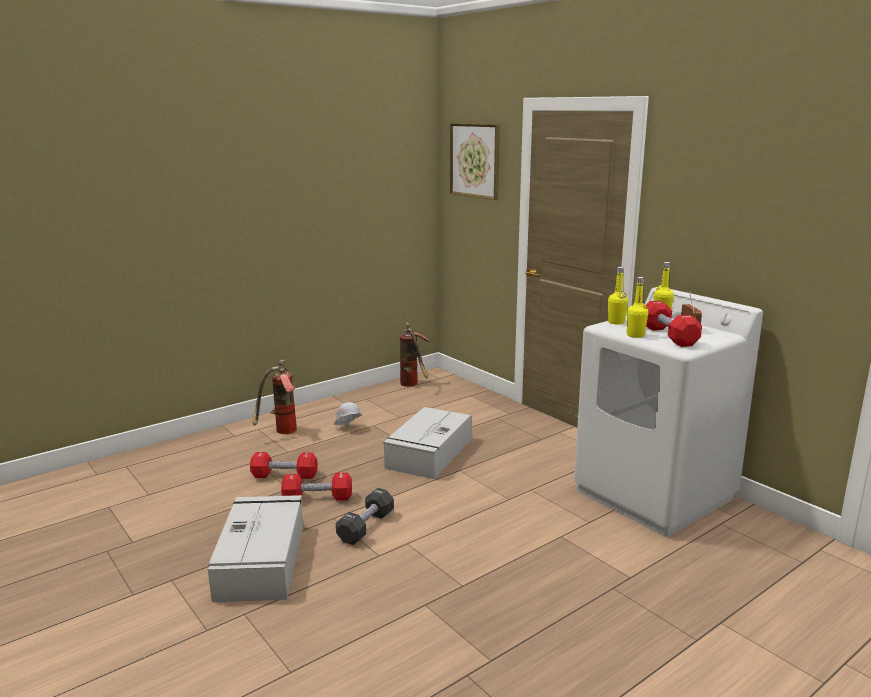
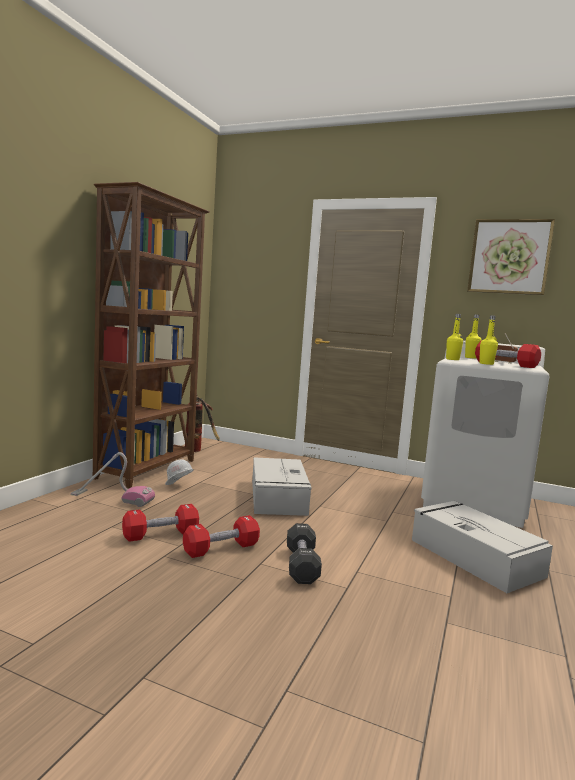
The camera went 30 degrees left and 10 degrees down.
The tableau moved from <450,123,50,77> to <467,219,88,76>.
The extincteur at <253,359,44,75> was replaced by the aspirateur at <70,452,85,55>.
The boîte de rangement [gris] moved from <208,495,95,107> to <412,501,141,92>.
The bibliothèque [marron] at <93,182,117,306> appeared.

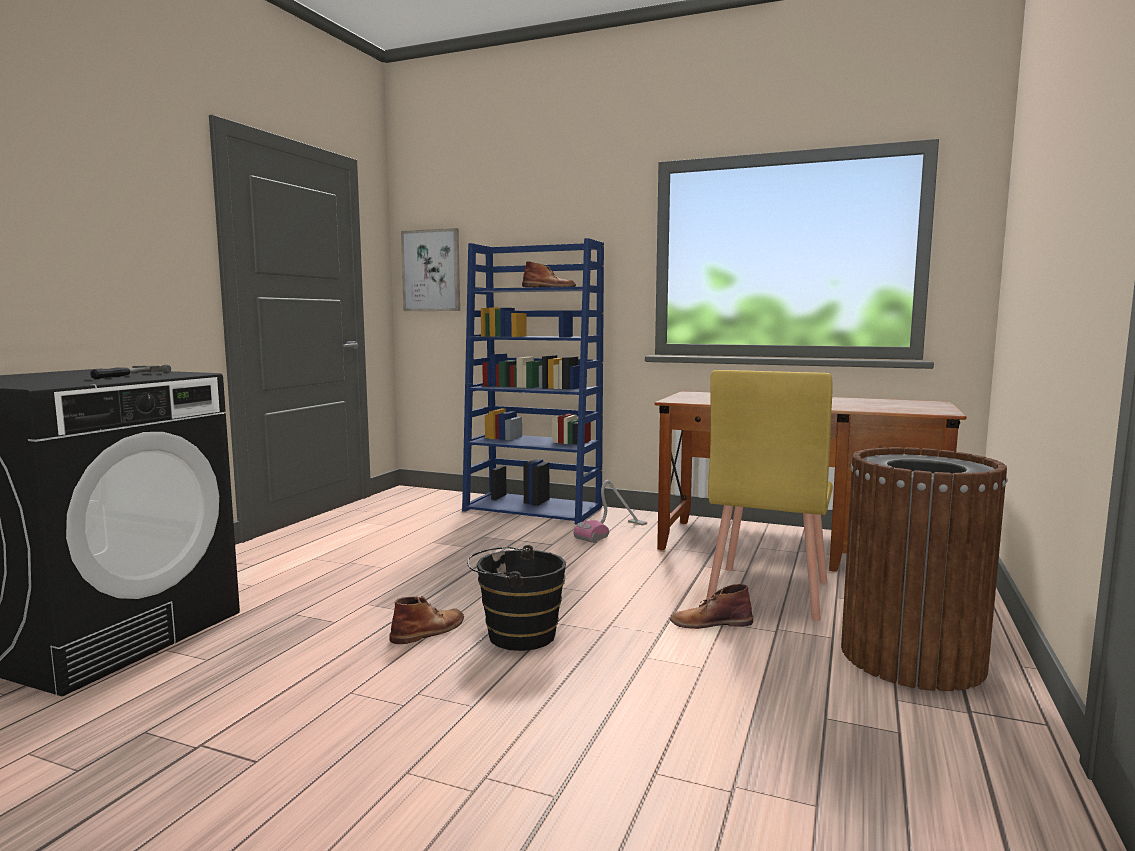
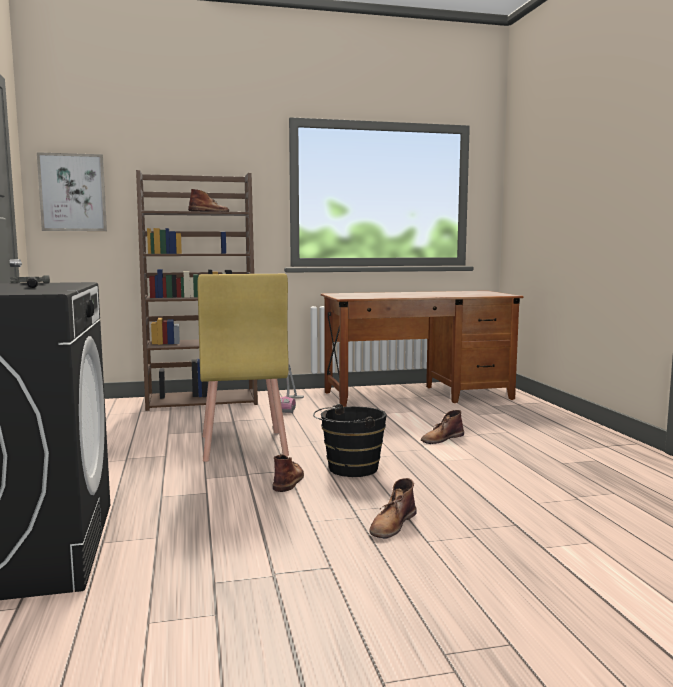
The camera went 35 degrees left and 0 degrees up.
The bibliothèque [bleu] at <462,238,142,287> became the bibliothèque [marron] at <136,170,122,241>.
The chaise [jaune] moved from <706,370,127,251> to <197,274,92,188>.
The poubelle [marron] at <841,447,167,244> disappeared.
The botte [marron] at <369,478,47,61> appeared.

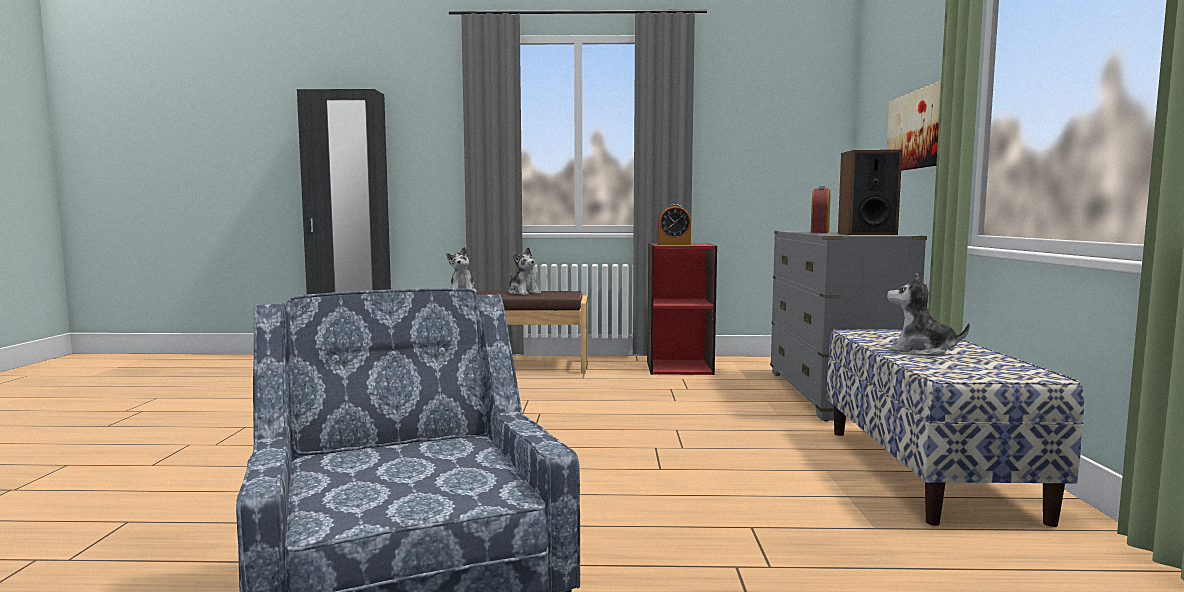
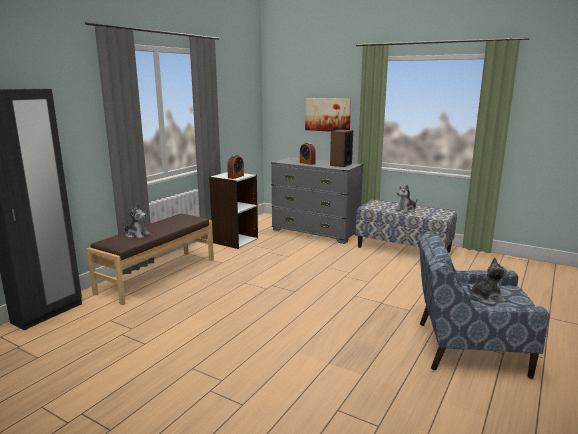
The camera went 60 degrees left and 10 degrees up.
The bibliothèque [rouge] at <647,243,70,132> became the bibliothèque [blanc] at <209,172,49,77>.
The peluche moved from <509,247,32,48> to <467,257,43,48>.

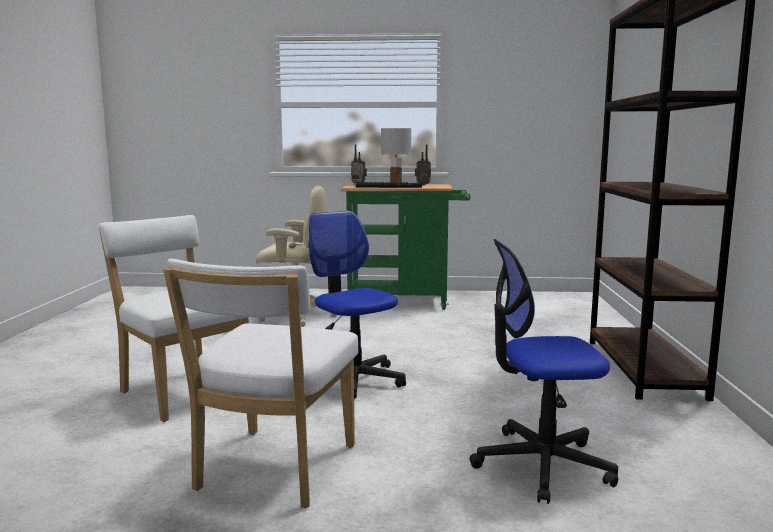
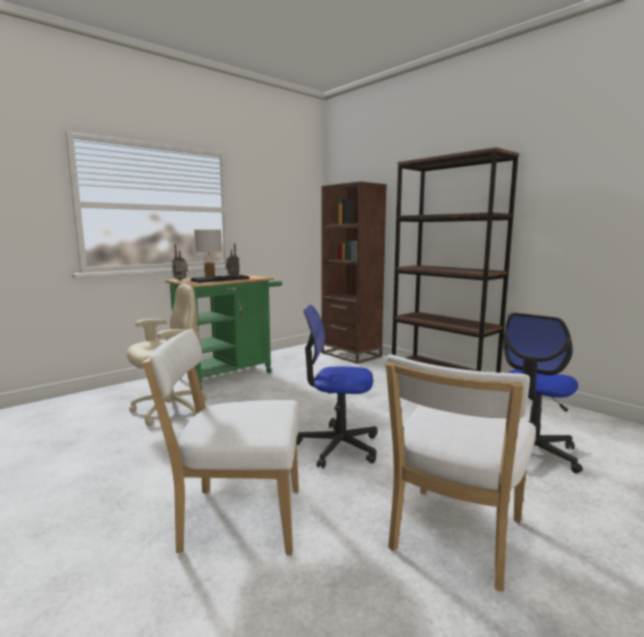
The camera went 45 degrees left and 0 degrees up.
The chaise [blanc] at <163,259,195,249> turned 60 degrees clockwise.
The bibliothèque [marron] at <321,181,66,183> appeared.

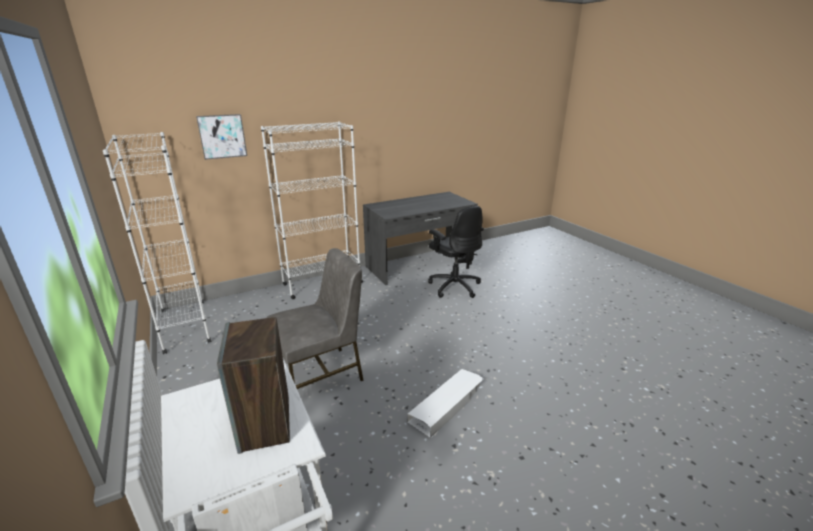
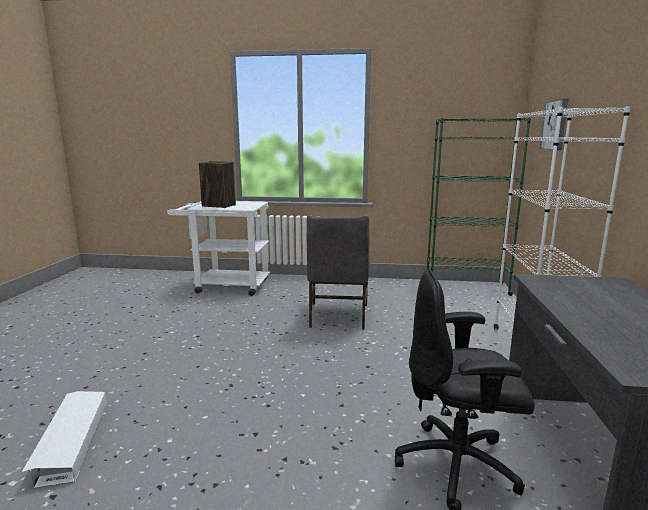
The camera went 125 degrees right and 10 degrees down.
The bibliothèque [blanc] at <103,132,109,222> became the bibliothèque [vert] at <427,118,104,178>.
The boîte de rangement [blanc] moved from <408,369,76,69> to <22,391,85,97>.

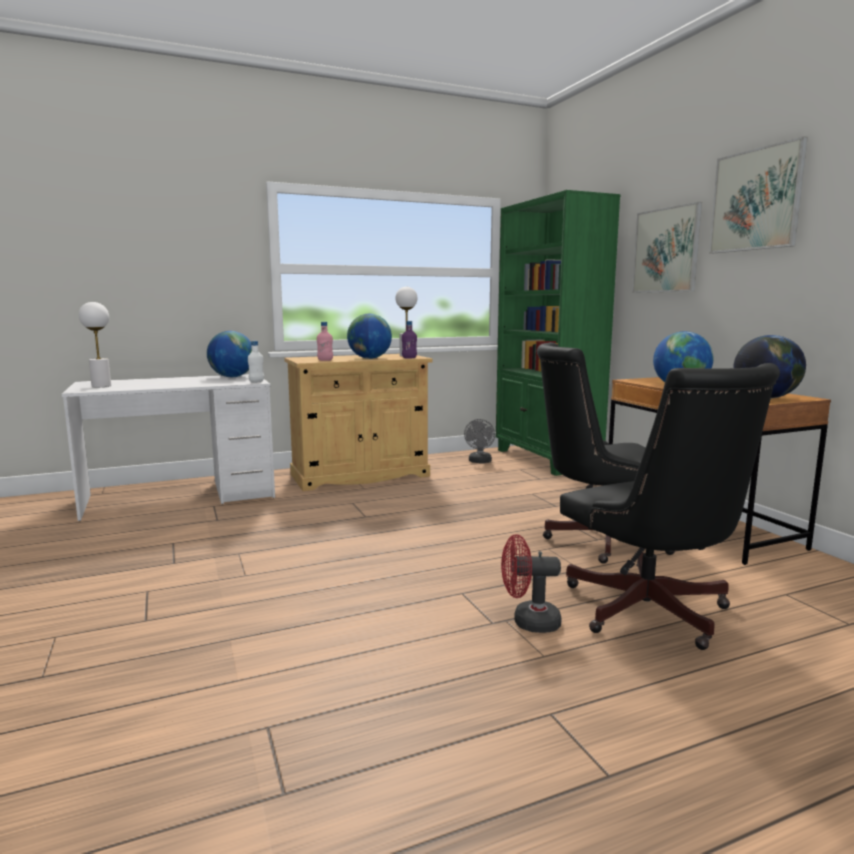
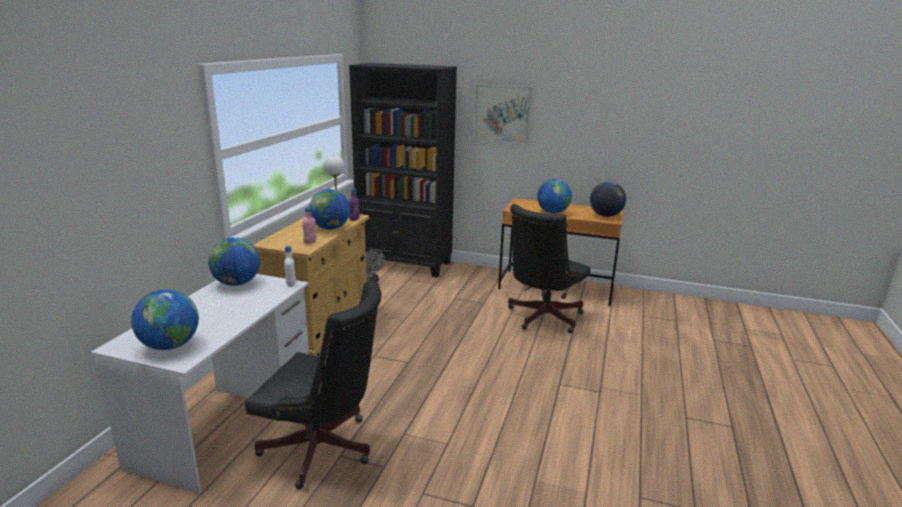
The camera went 50 degrees left and 10 degrees up.
The tableau at <709,136,99,118> disappeared.
The bibliothèque [vert] at <496,190,125,286> became the bibliothèque [noir] at <349,63,108,214>.
The lampe de table [blanc] at <79,302,32,85> was replaced by the globe at <131,289,68,61>.
The chaise de bureau [noir] moved from <560,363,220,287> to <245,280,137,209>.
The ventilateur [rouge] at <501,534,61,99> disappeared.

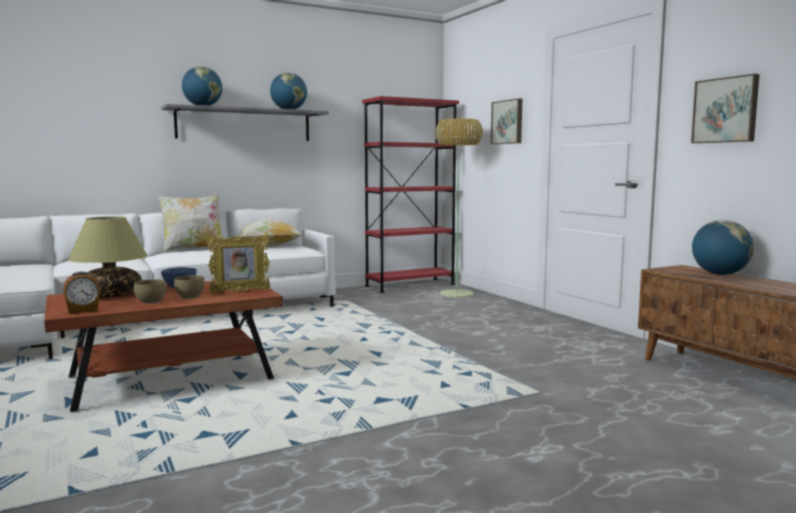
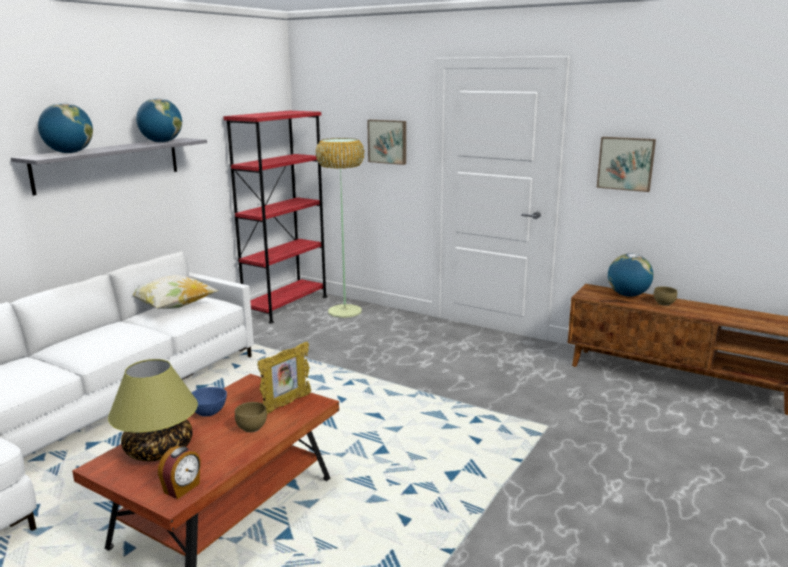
The camera went 30 degrees left and 10 degrees up.
The coussin at <158,194,64,58> disappeared.
The bol [marron] moved from <134,279,32,25> to <654,286,23,20>.

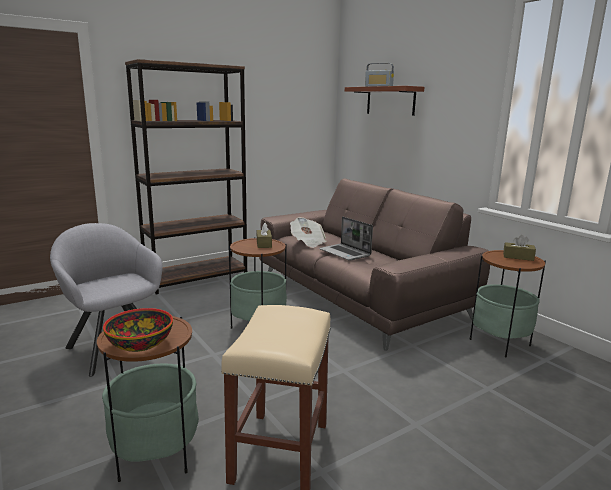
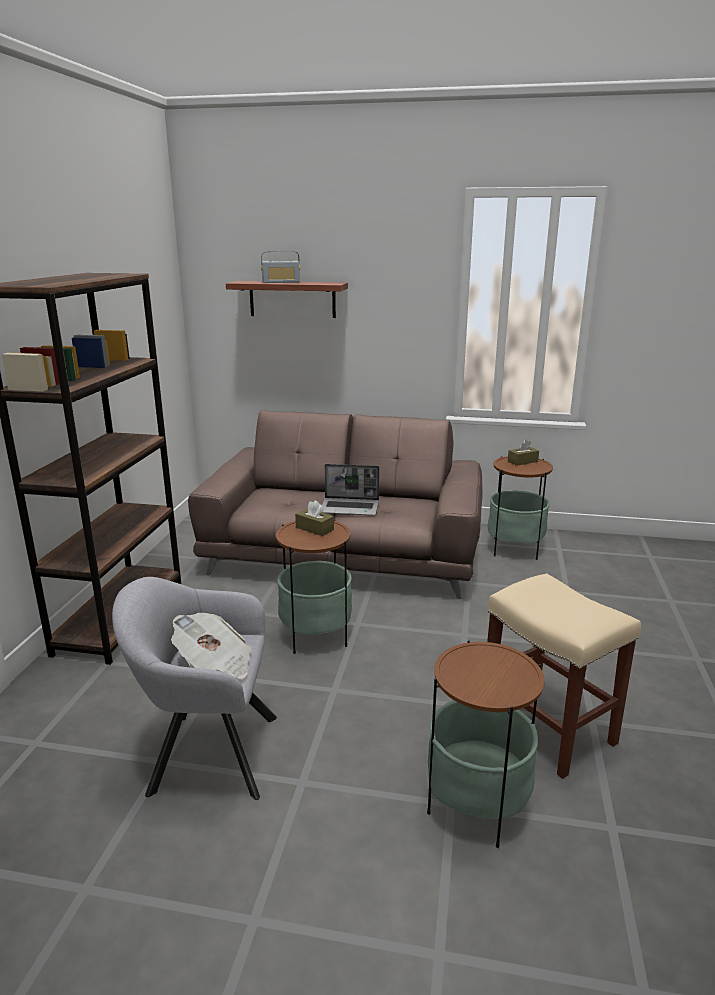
The camera went 45 degrees left and 5 degrees up.
The journal moved from <290,217,36,31> to <171,613,81,66>.
The bol at <103,308,70,44> disappeared.

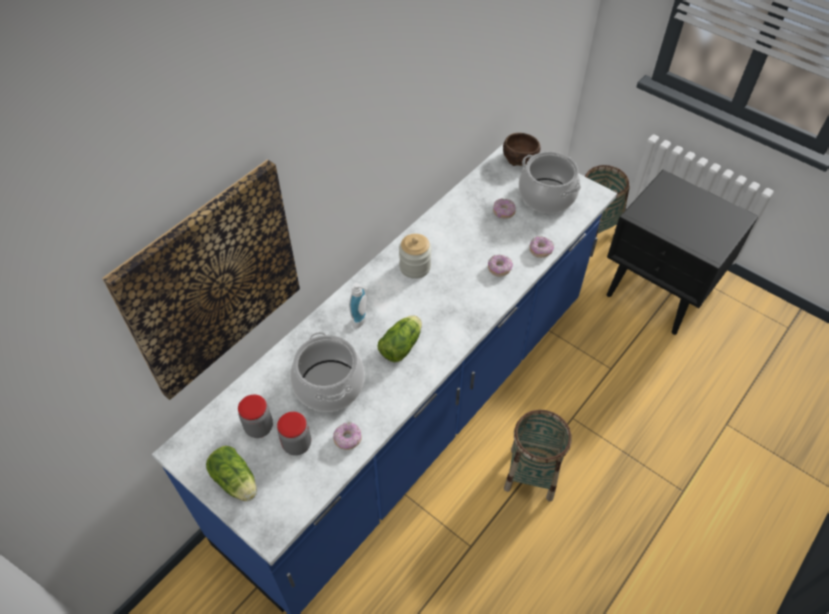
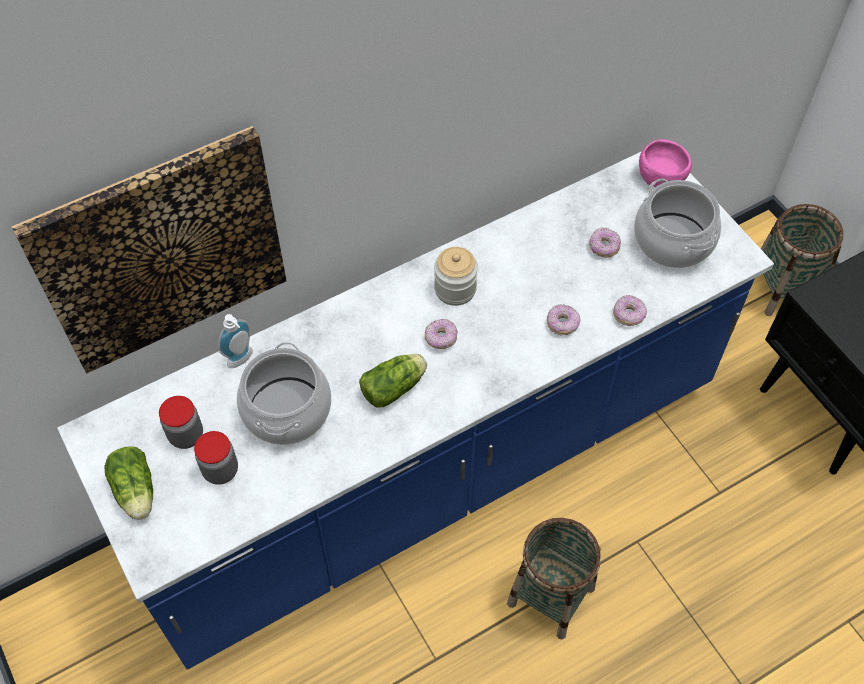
The camera went 20 degrees right and 5 degrees up.
The bol [marron] at <503,133,38,33> became the bol [rose] at <639,139,53,48>.
The distributeur de savon moved from <349,283,19,46> to <218,314,35,54>.
The beignet moved from <333,422,29,28> to <425,319,33,30>.

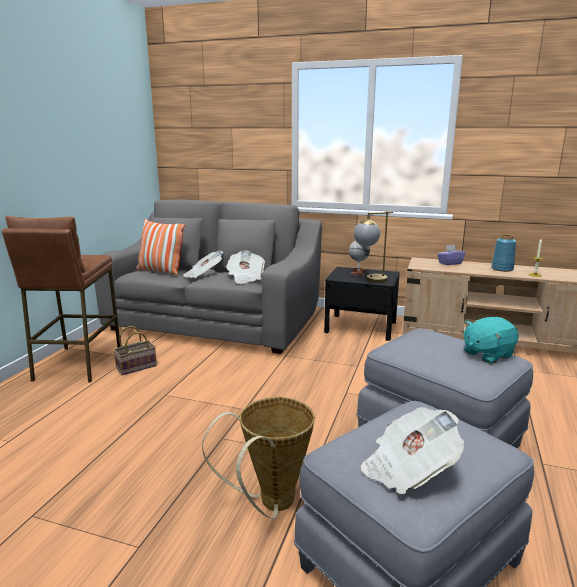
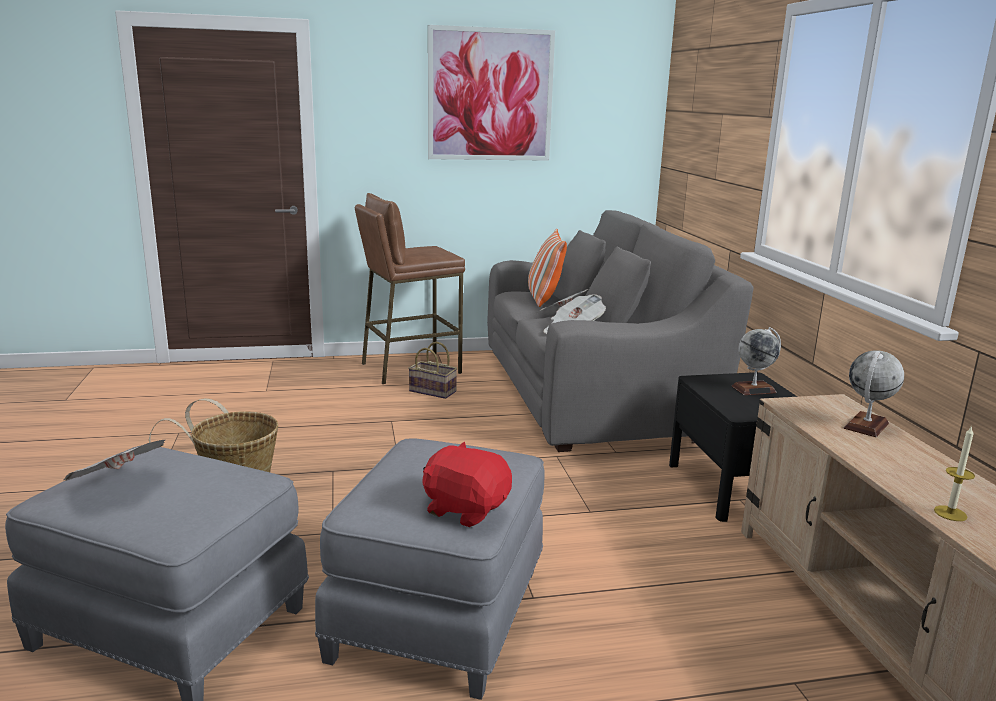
The camera went 60 degrees right and 0 degrees up.
The lampe de table at <354,211,39,72> disappeared.
The vase [bleu] at <491,234,25,38> disappeared.
The boîte à mouchoirs [violet] at <437,245,28,20> was replaced by the globe at <844,350,60,87>.
The peluche [turquoise] at <464,317,55,47> became the peluche [rouge] at <423,441,89,86>.
The tableau at <428,25,127,136> appeared.

